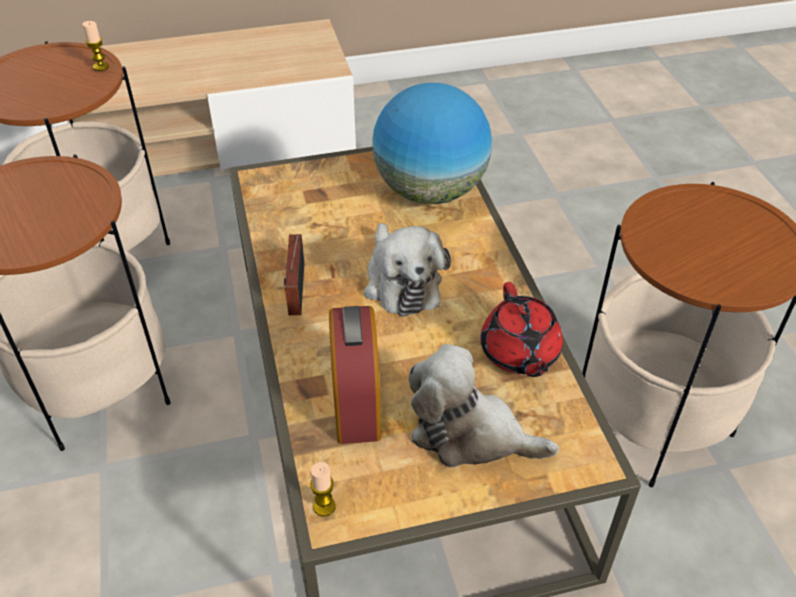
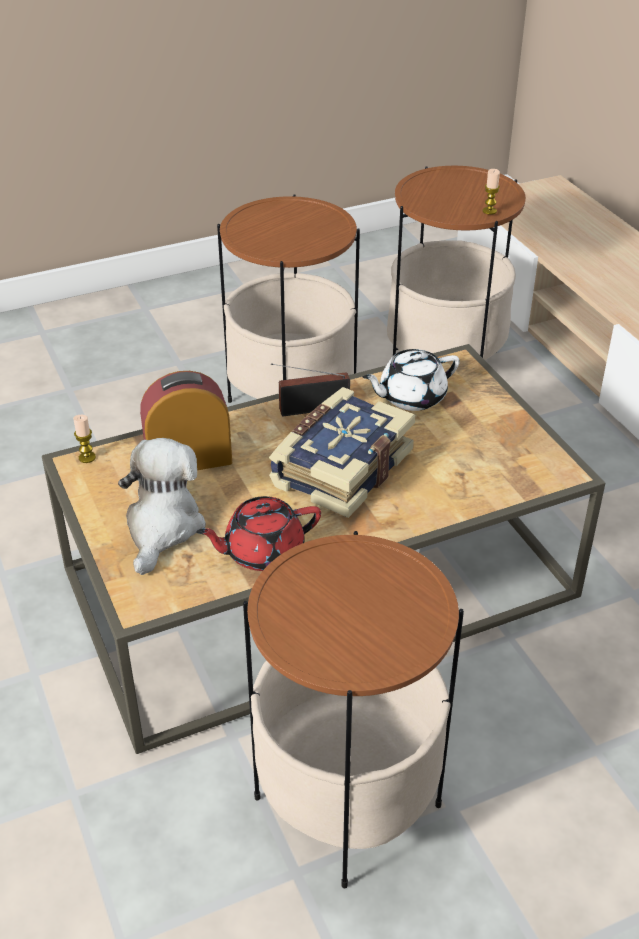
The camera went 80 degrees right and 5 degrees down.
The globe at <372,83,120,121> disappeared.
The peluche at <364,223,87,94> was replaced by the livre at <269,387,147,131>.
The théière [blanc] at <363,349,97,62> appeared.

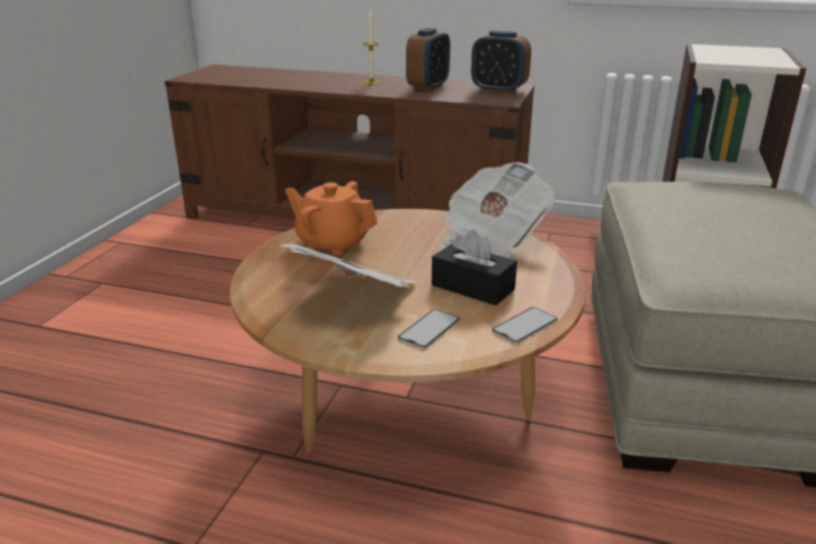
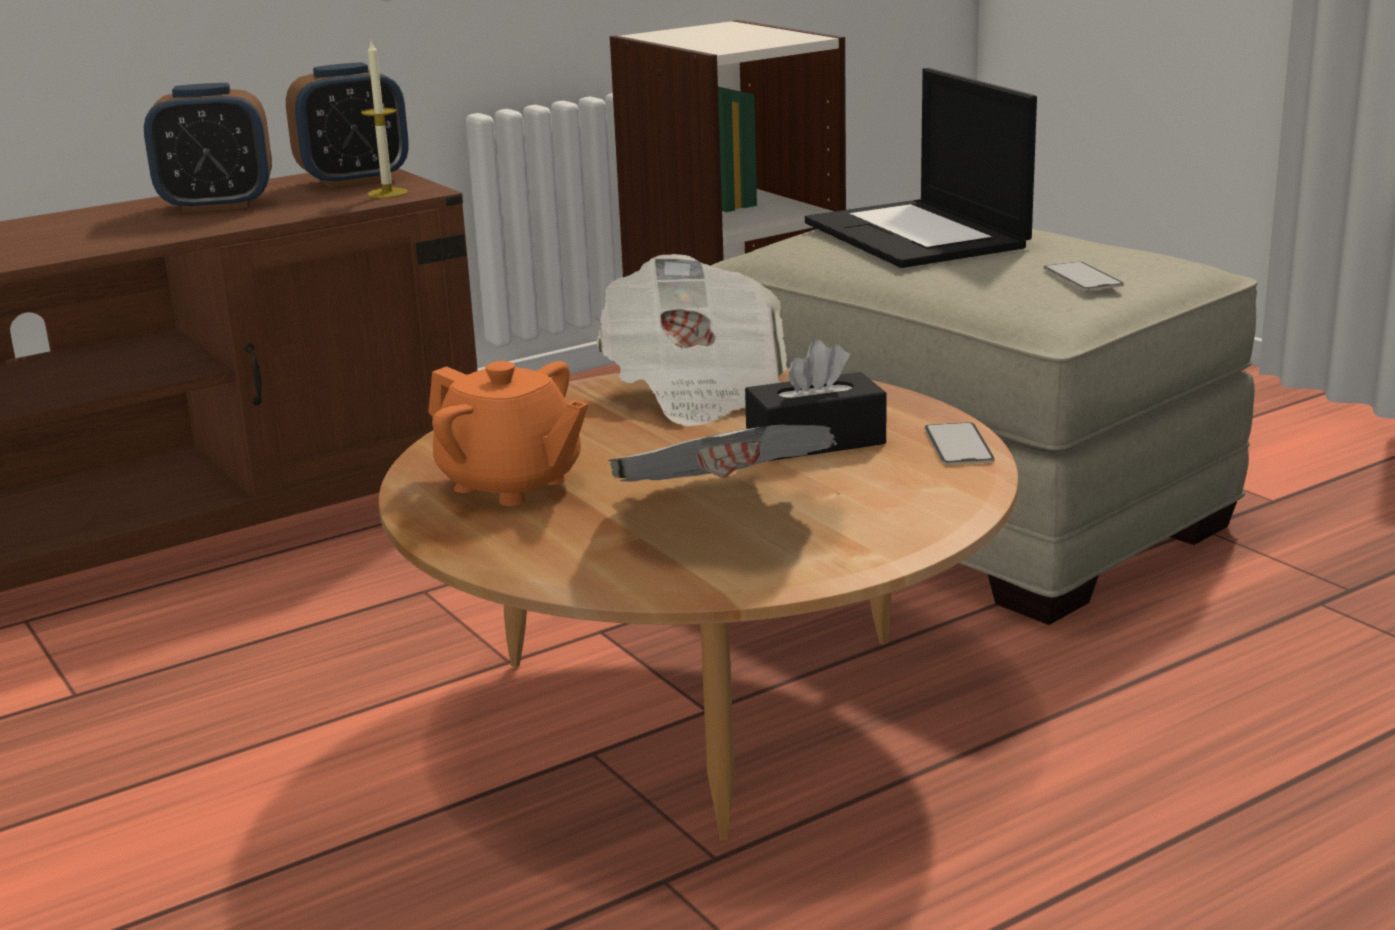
The camera went 50 degrees left and 5 degrees down.
The bougie moved from <363,11,18,74> to <361,41,47,157>.
The réveil at <406,28,44,63> turned 105 degrees clockwise.
The théière [orange] at <285,181,93,75> turned 120 degrees counterclockwise.
The téléphone moved from <398,309,62,40> to <1044,262,80,29>.
The ordinateur portable at <805,68,232,200> appeared.

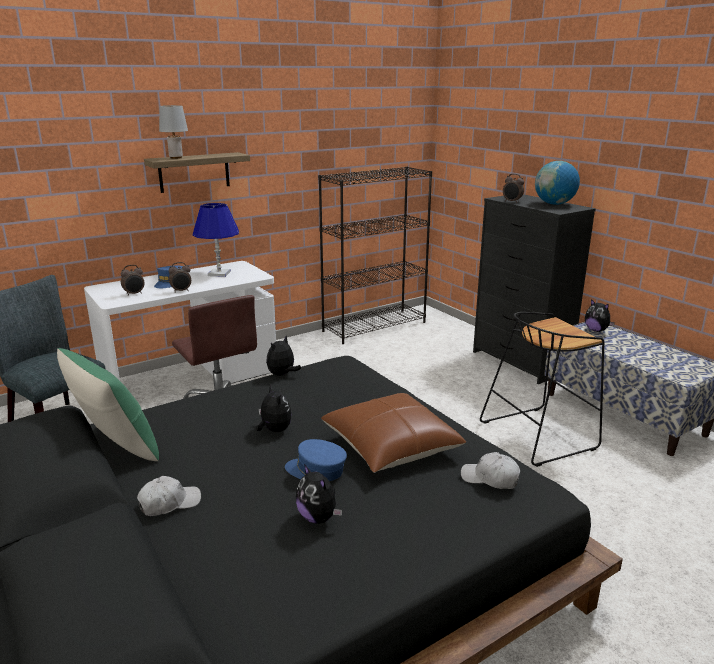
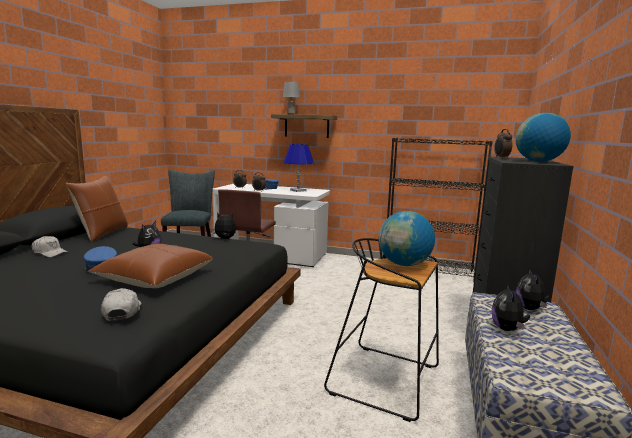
The camera went 50 degrees right and 10 degrees down.
The coussin [vert] at <57,348,102,113> became the coussin [marron] at <66,176,62,66>.
The peluche moved from <296,464,46,60> to <492,284,38,47>.
The globe at <379,211,56,55> appeared.

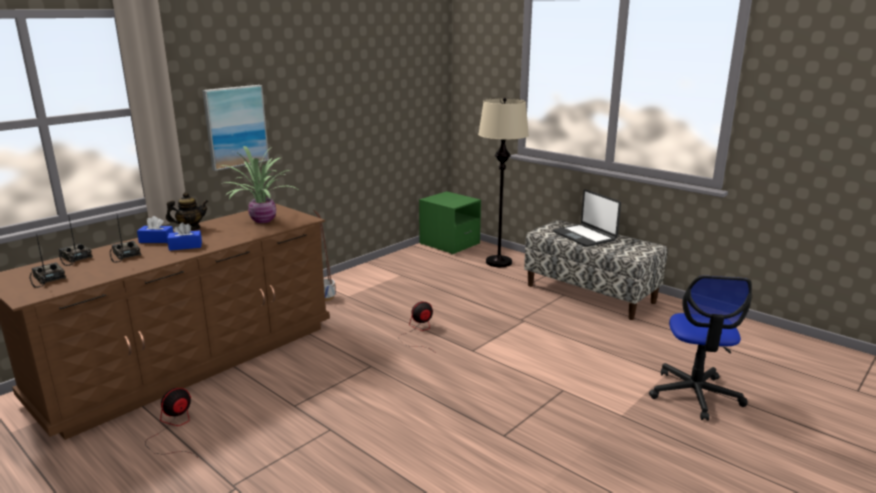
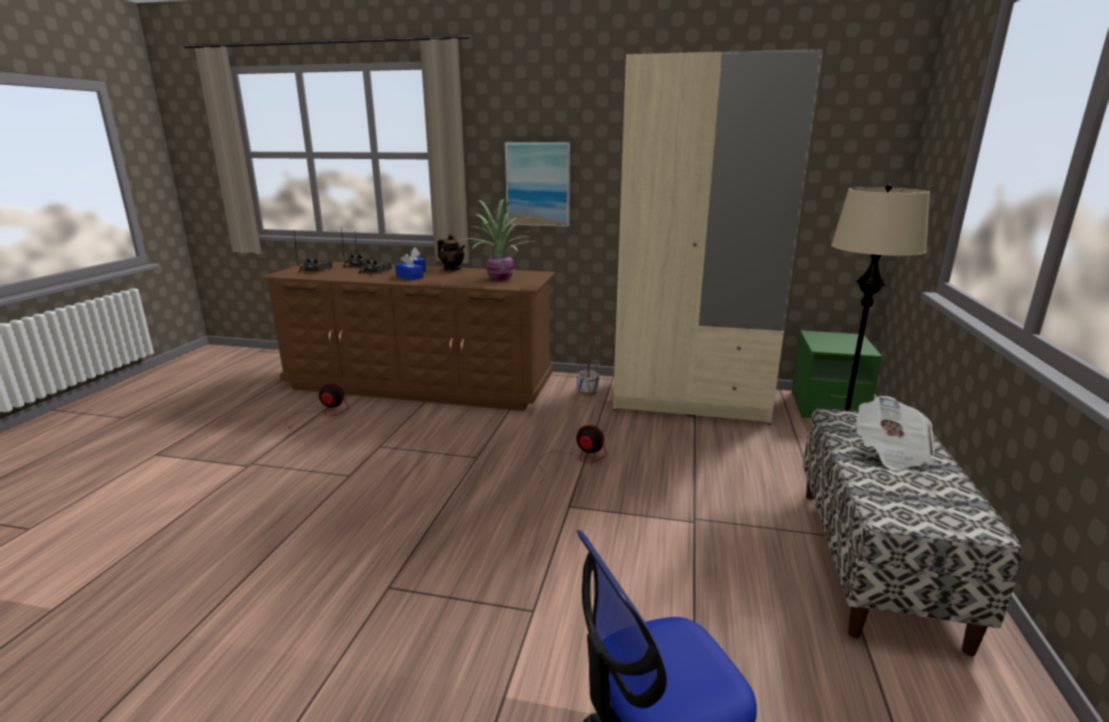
The camera went 60 degrees right and 0 degrees up.
The ordinateur portable at <553,189,68,58> was replaced by the journal at <854,396,81,74>.
The armoire [beige] at <613,49,210,376> appeared.

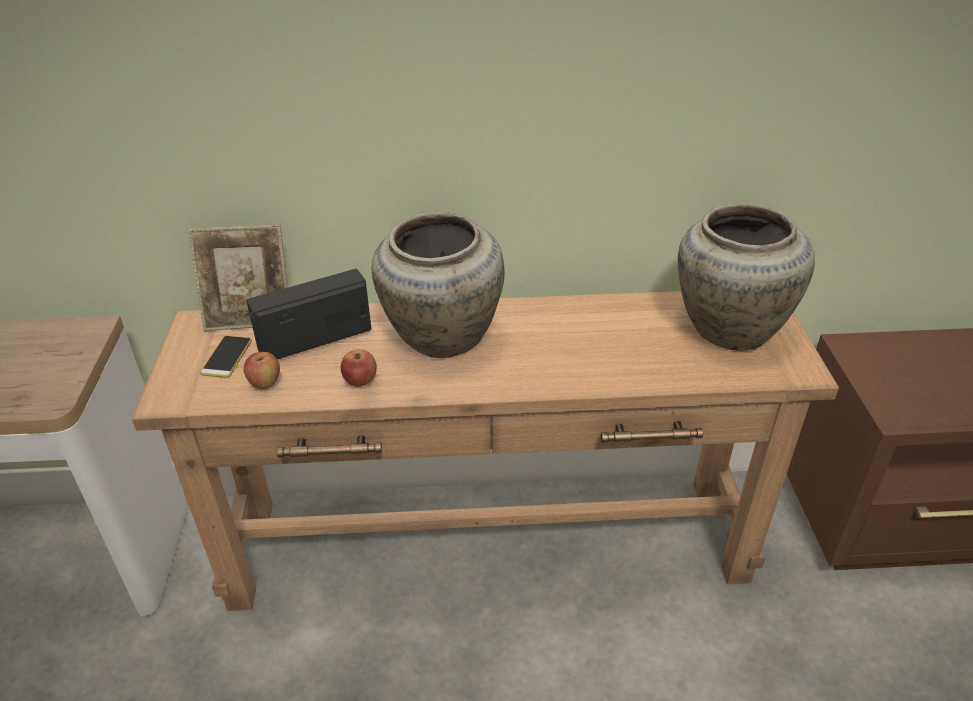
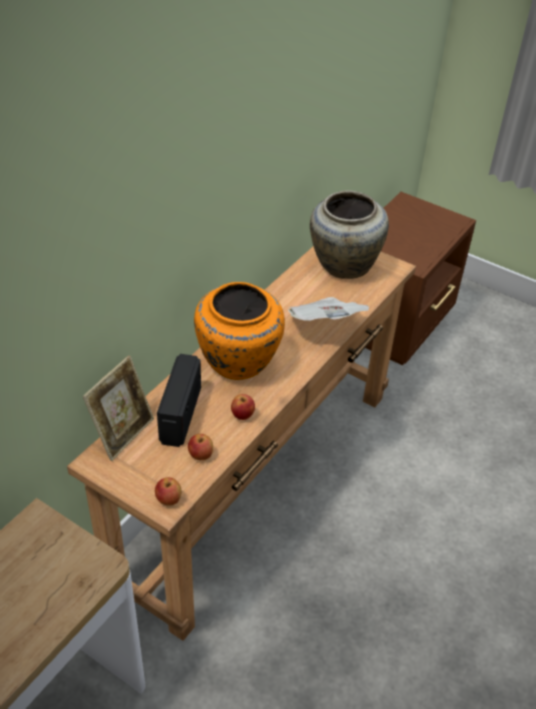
The camera went 55 degrees left and 5 degrees up.
The vase [beige] at <372,212,133,146> became the vase [orange] at <194,282,91,98>.
The téléphone at <200,336,52,42> disappeared.
The journal at <288,297,81,24> appeared.
The pomme at <155,477,27,29> appeared.

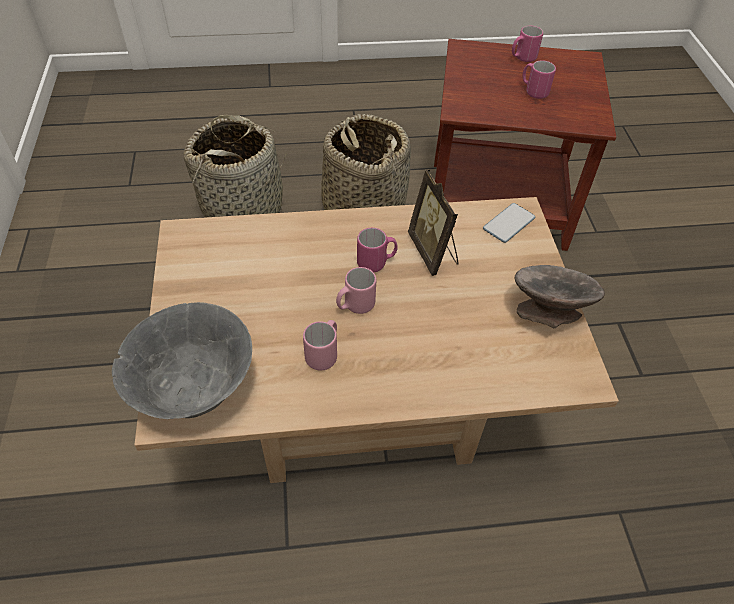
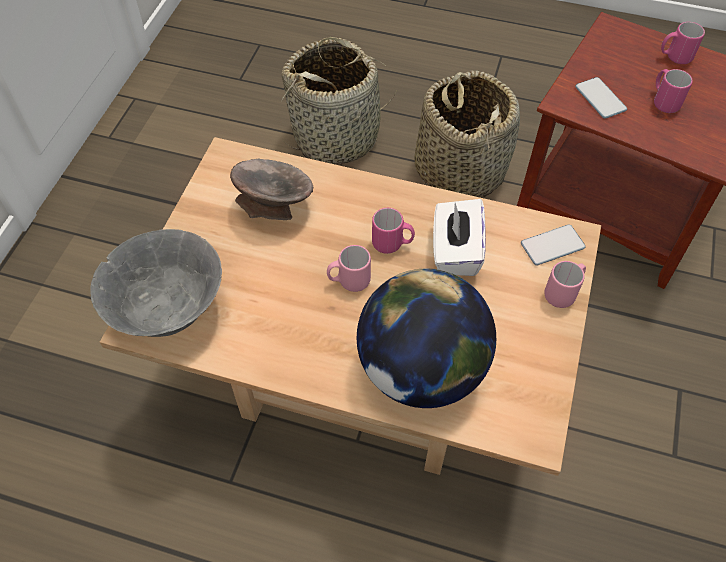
The camera went 25 degrees right and 5 degrees up.
The cadre photo at <408,169,51,107> was replaced by the boîte à mouchoirs [blanc] at <433,199,53,77>.
The bol [gris] moved from <515,265,90,63> to <230,159,83,61>.
The mug [rose] moved from <303,320,34,51> to <544,261,42,47>.
The téléphone at <575,77,52,42> appeared.
The globe at <357,269,139,139> appeared.

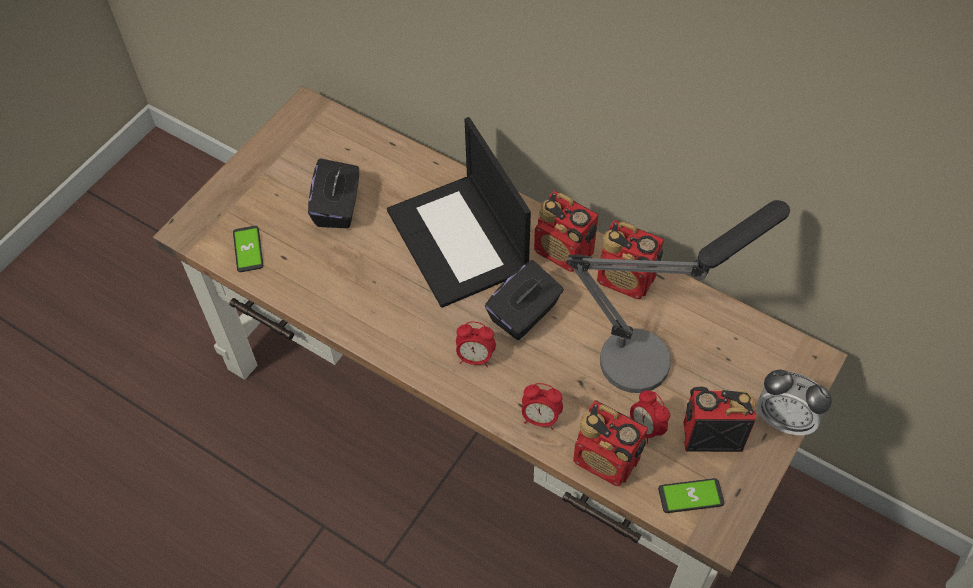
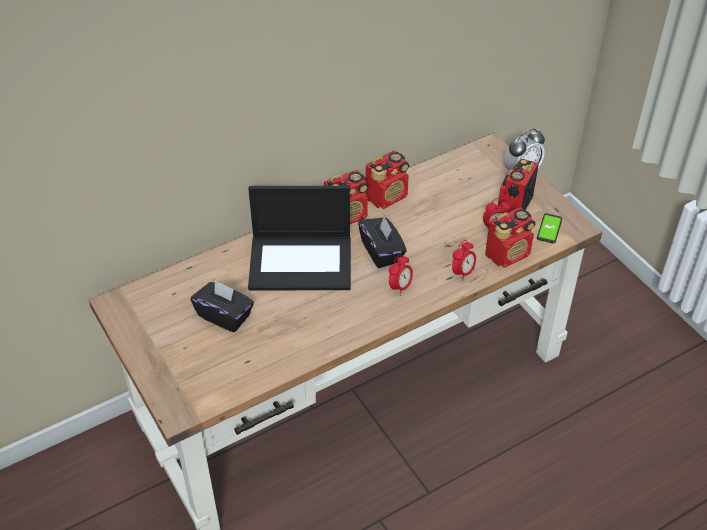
The camera went 65 degrees left and 10 degrees down.
The lampe de table at <566,200,224,193> disappeared.
The téléphone at <233,226,30,46> disappeared.

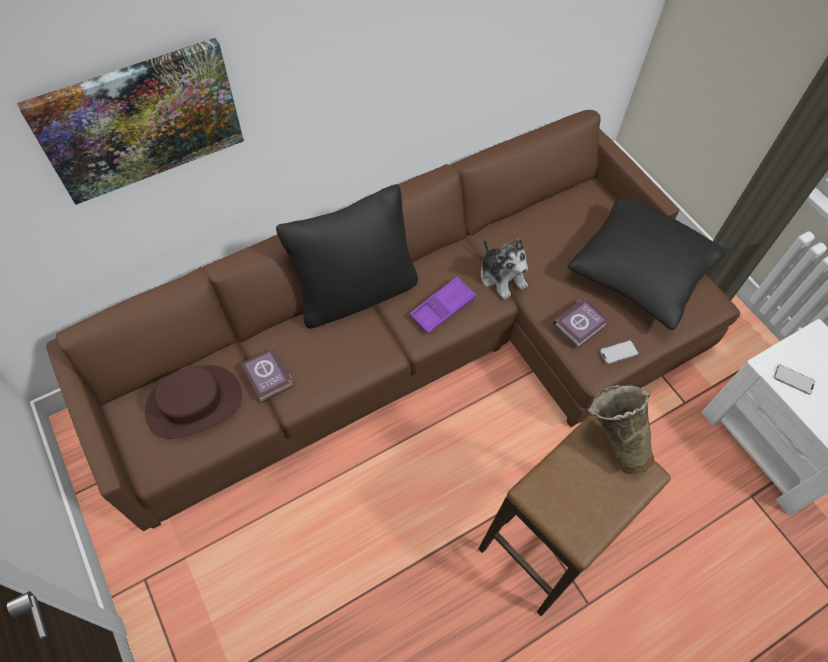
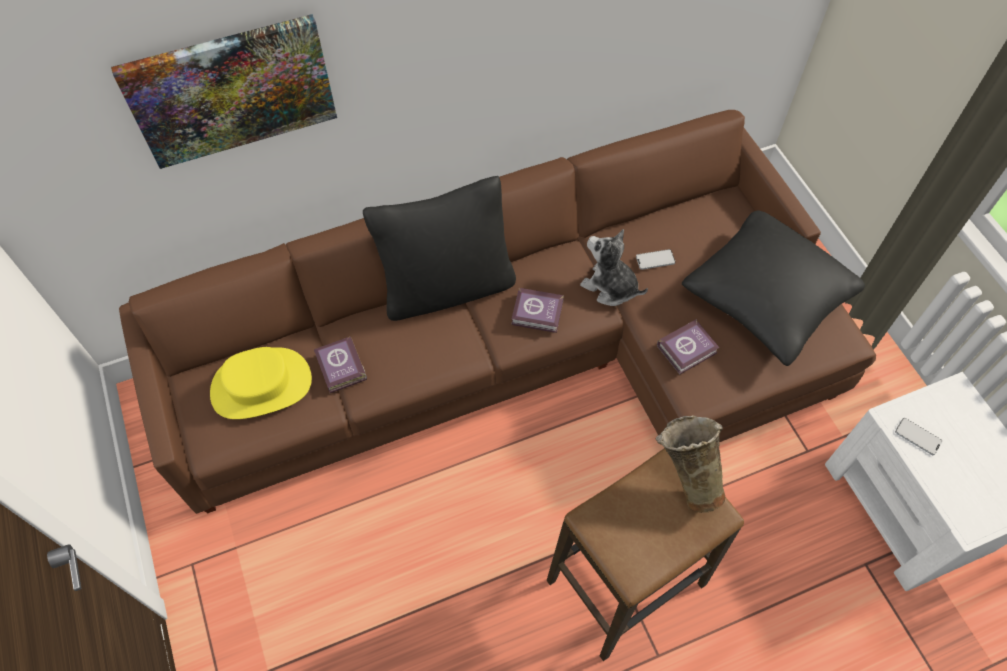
The camera went 10 degrees right and 0 degrees up.
The peluche at <481,238,47,62> turned 150 degrees clockwise.
The plateau [violet] at <410,276,66,58> was replaced by the livre at <511,288,53,45>.
The téléphone moved from <600,340,39,24> to <636,249,39,21>.
The chapeau [marron] at <145,365,97,74> became the chapeau [jaune] at <210,347,102,72>.

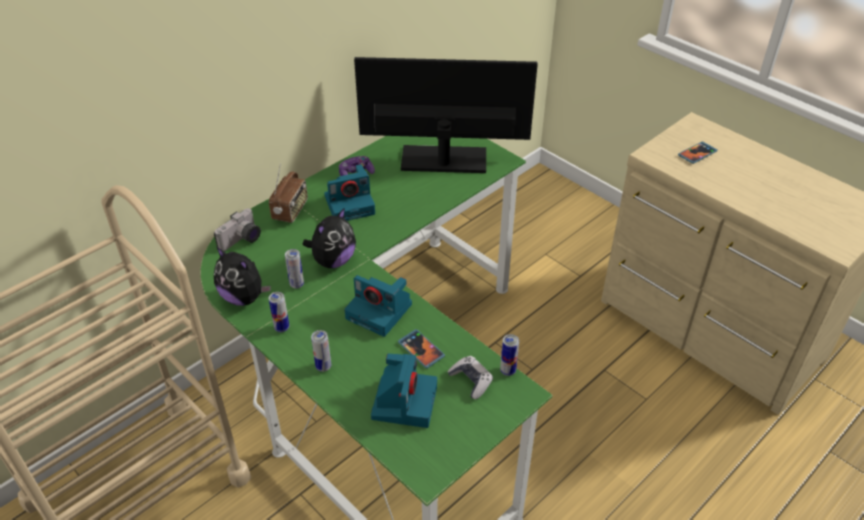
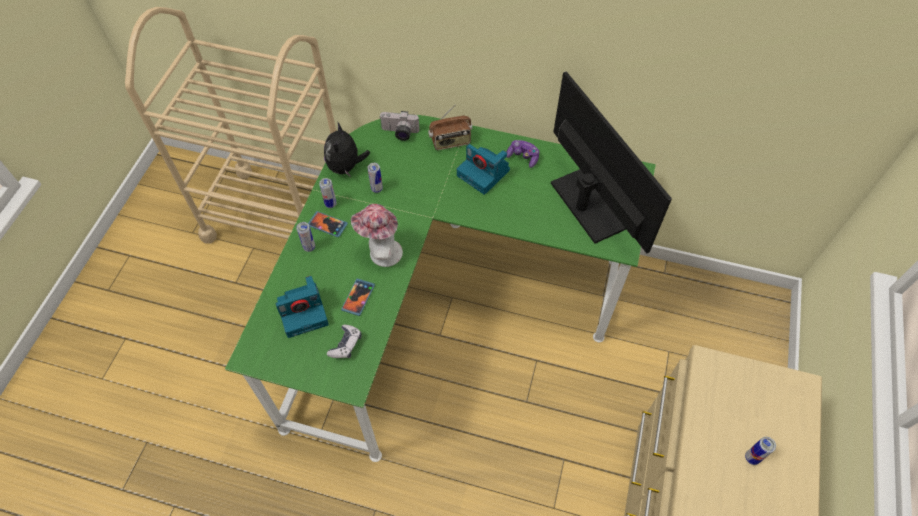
The camera went 60 degrees right and 15 degrees up.
The téléphone moved from <678,141,40,23> to <308,211,40,26>.
The peluche at <303,207,53,61> disappeared.
The appareil photo at <344,275,68,62> was replaced by the chapeau at <351,204,52,63>.
The boîte métallique moved from <500,334,19,42> to <745,437,31,28>.

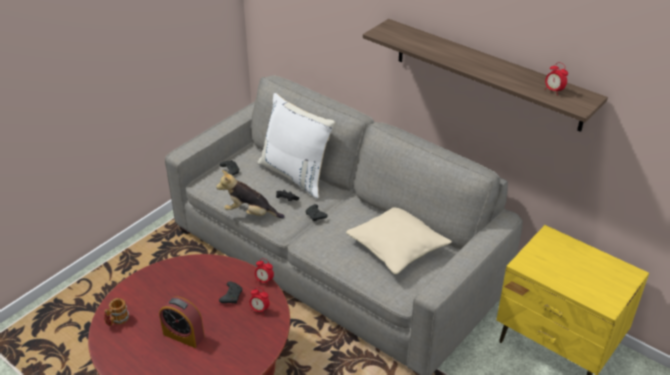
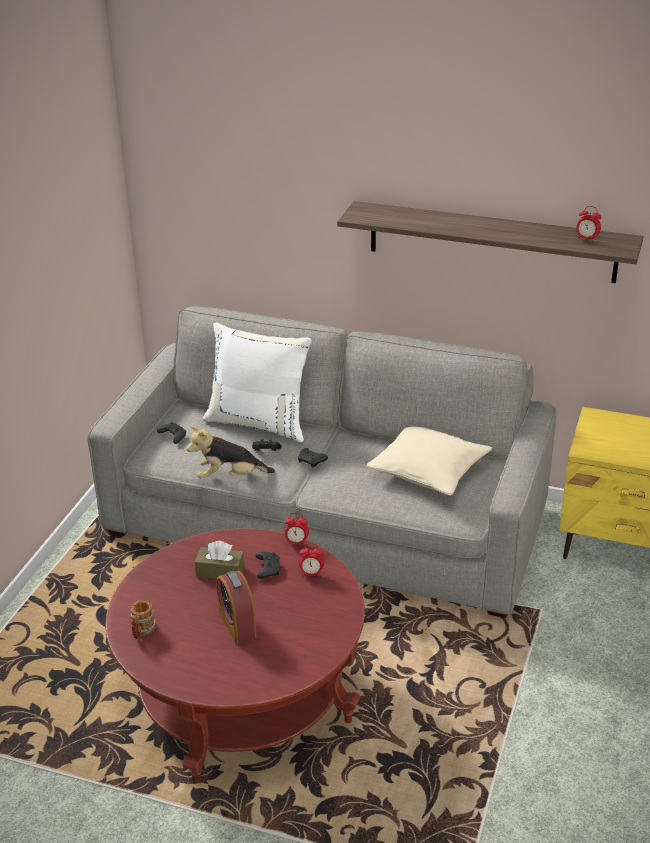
The camera went 20 degrees left and 5 degrees down.
The réveil at <159,296,46,52> turned 60 degrees clockwise.
The boîte à mouchoirs [marron] at <195,541,50,38> appeared.

